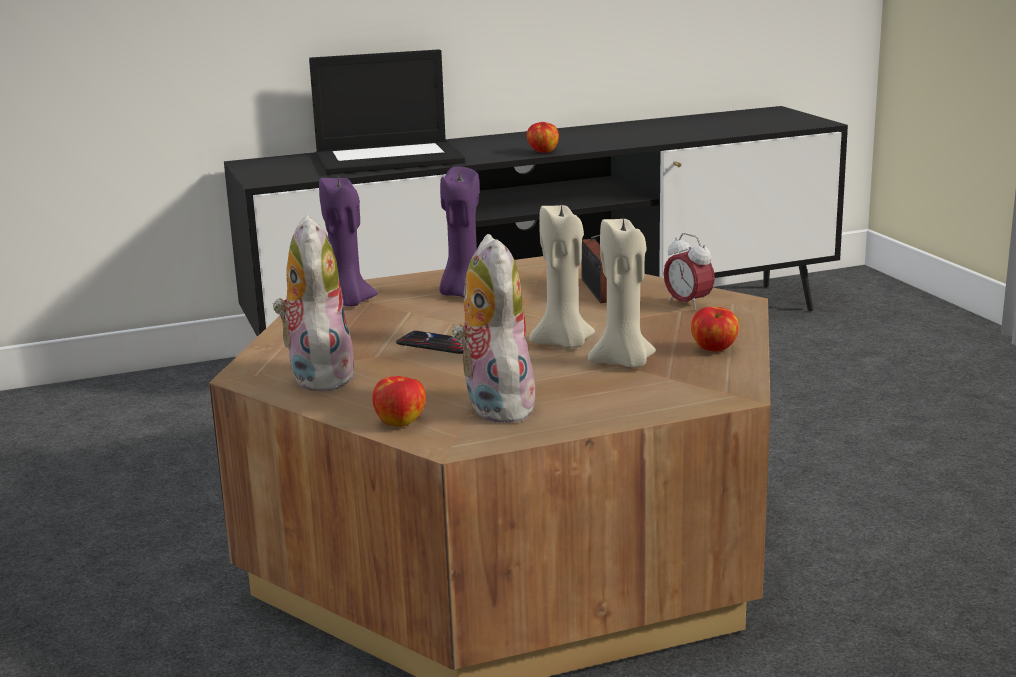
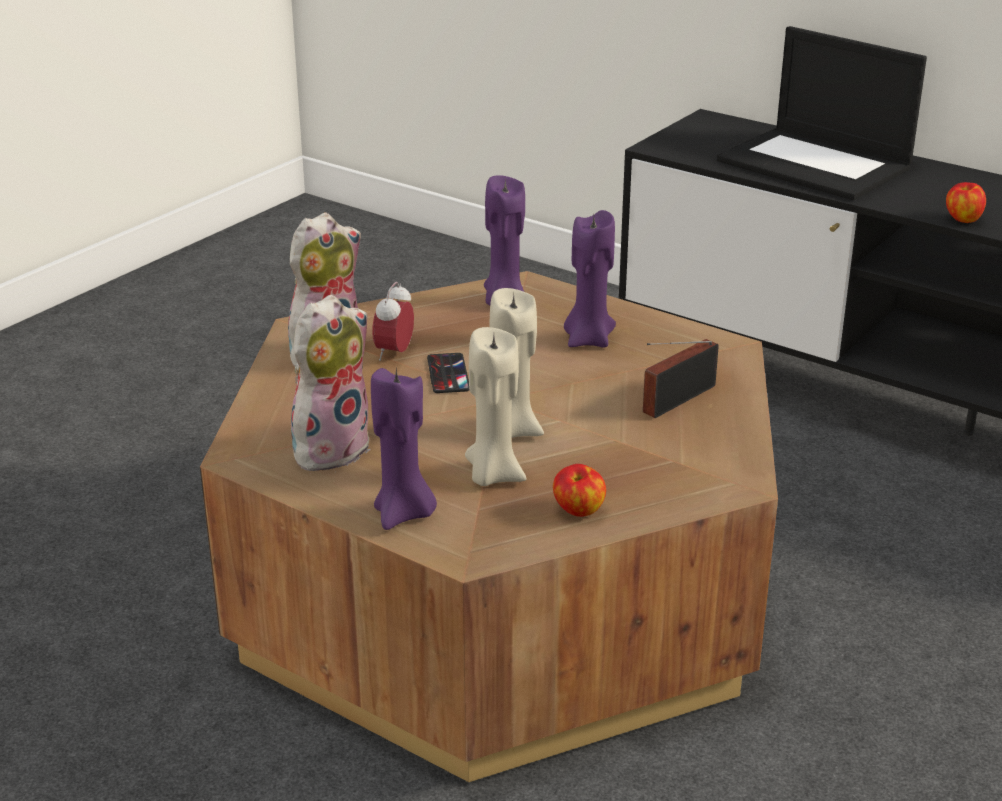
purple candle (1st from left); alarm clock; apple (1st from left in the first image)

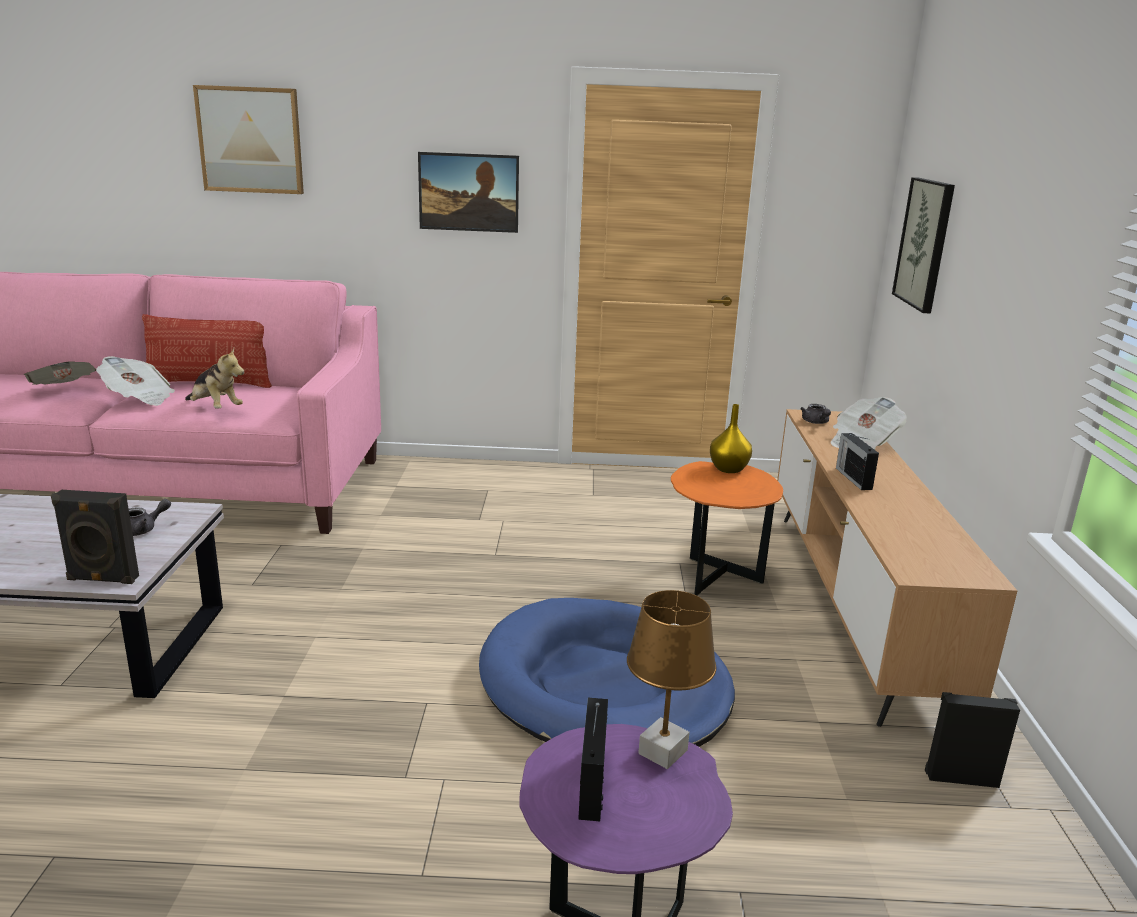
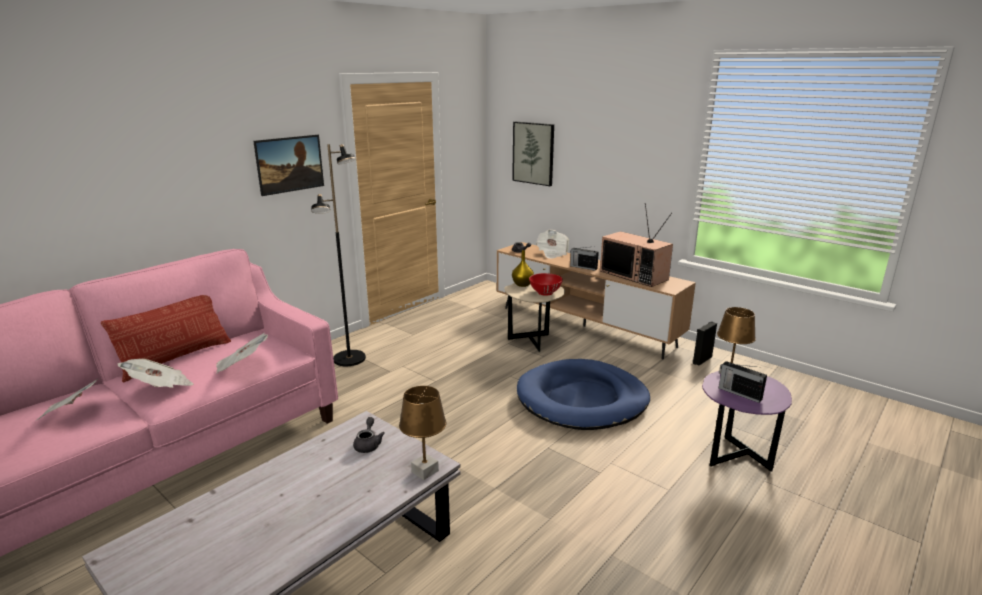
newspaper (3rd from left); black floor lamp; brown table lamp (1st from left); beige side table; red bowl; television; picture (1st from left in the first image)

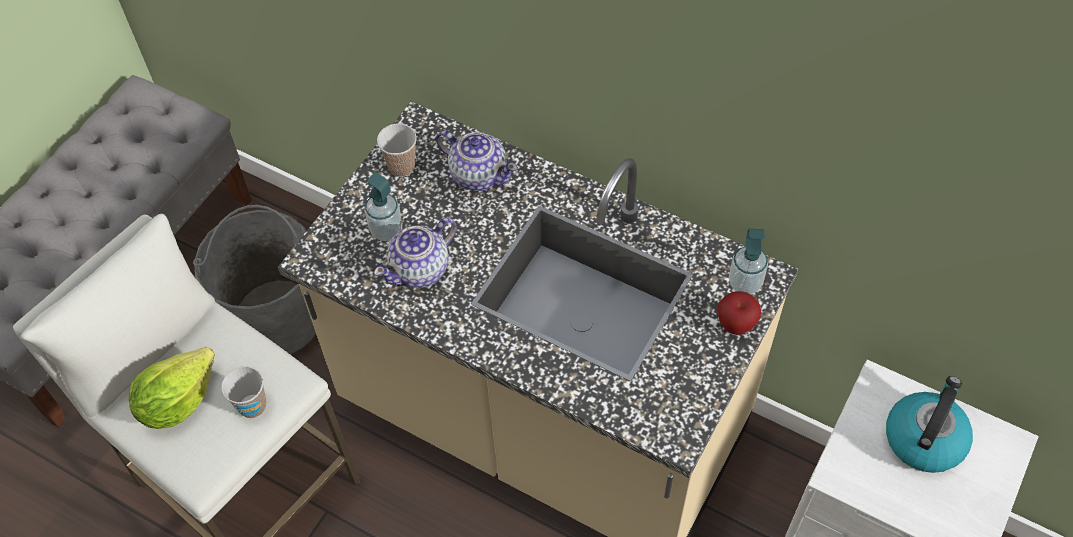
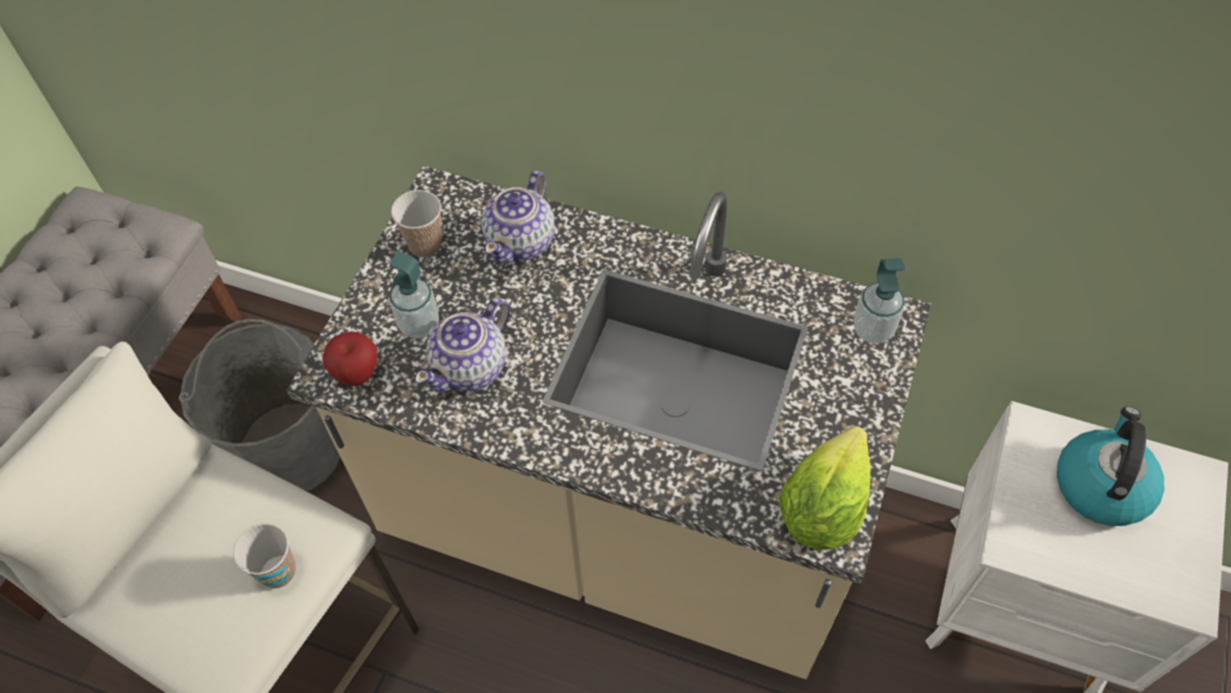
apple; teapot (2nd from left); lettuce

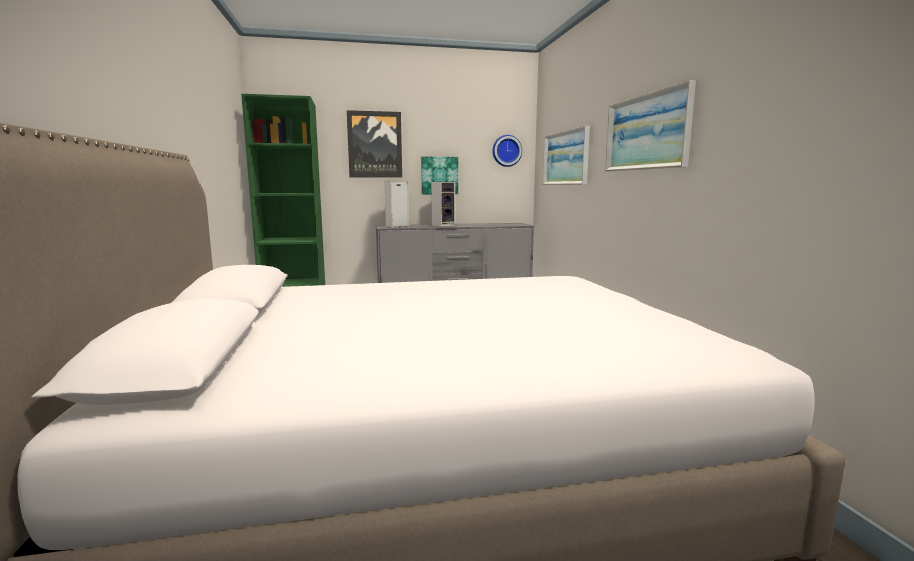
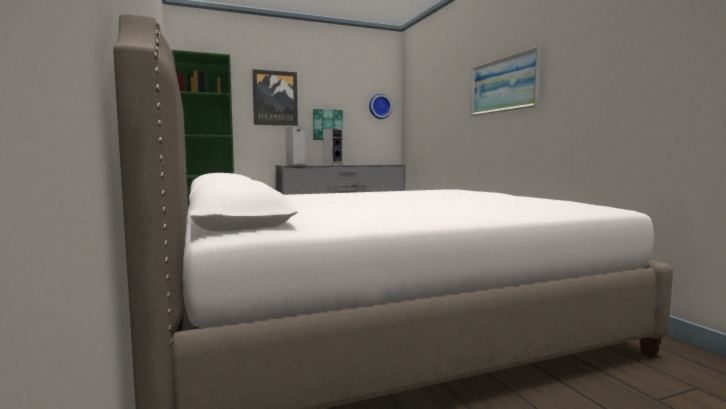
picture (3rd from left in the first image)

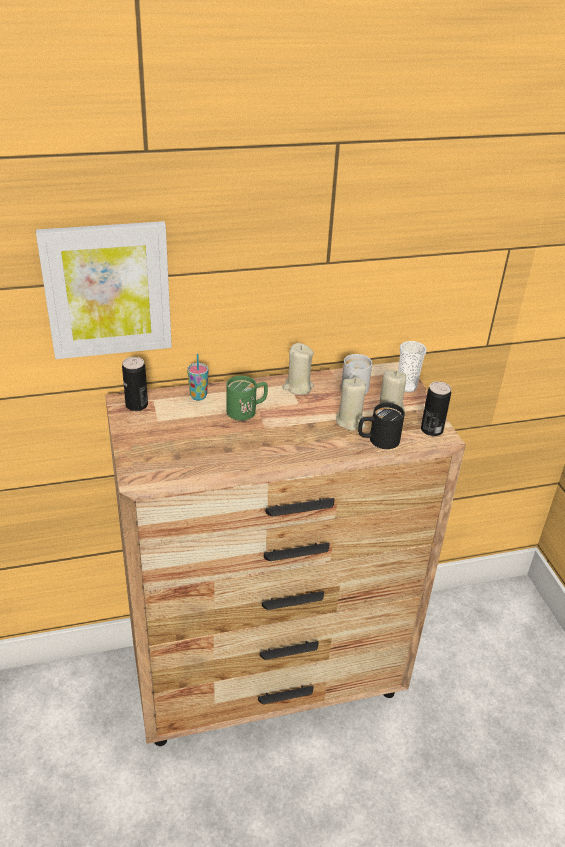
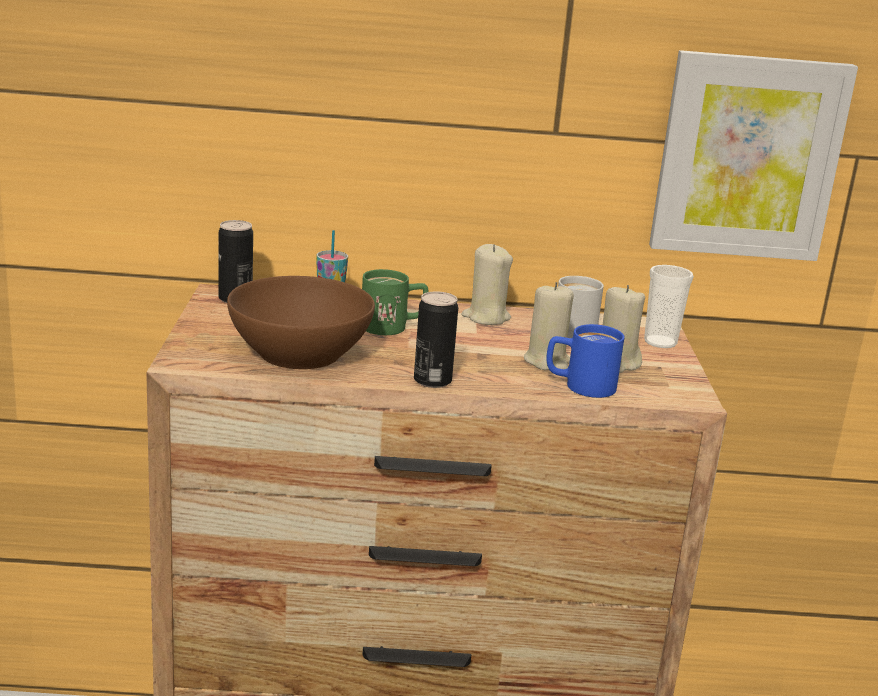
brown bowl; can (2nd from left); blue mug; picture

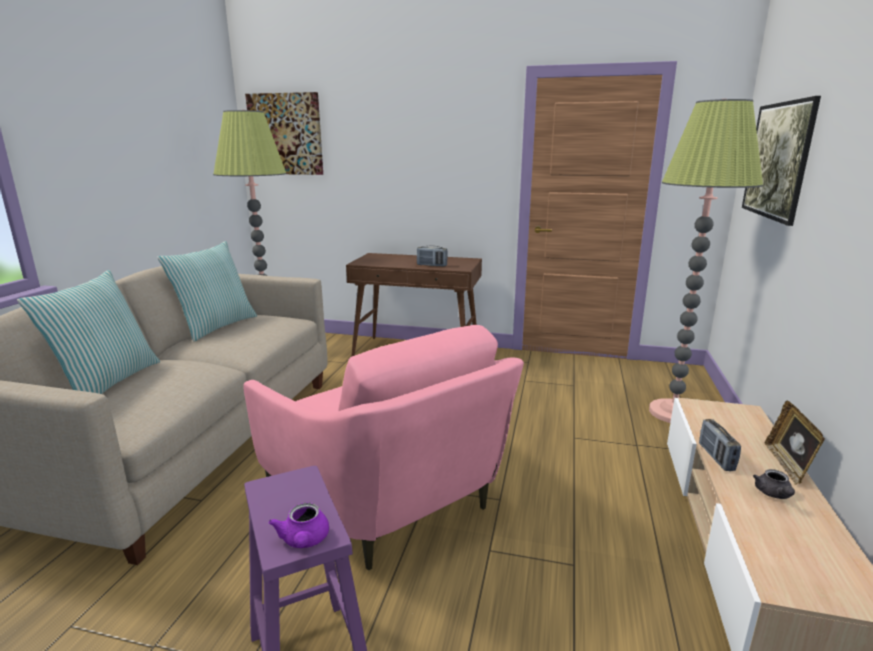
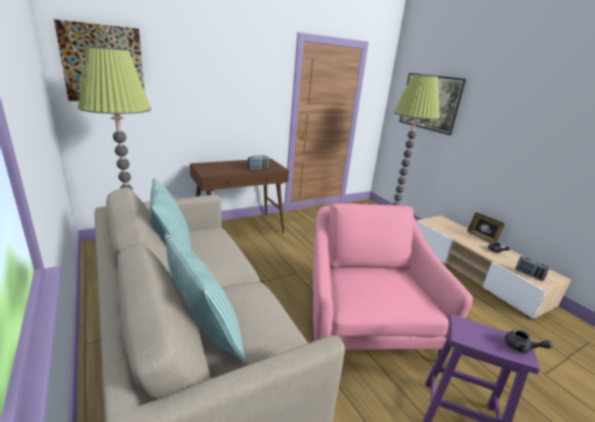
pink armchair; grey teapot (2nd from left); radio (2nd from left)

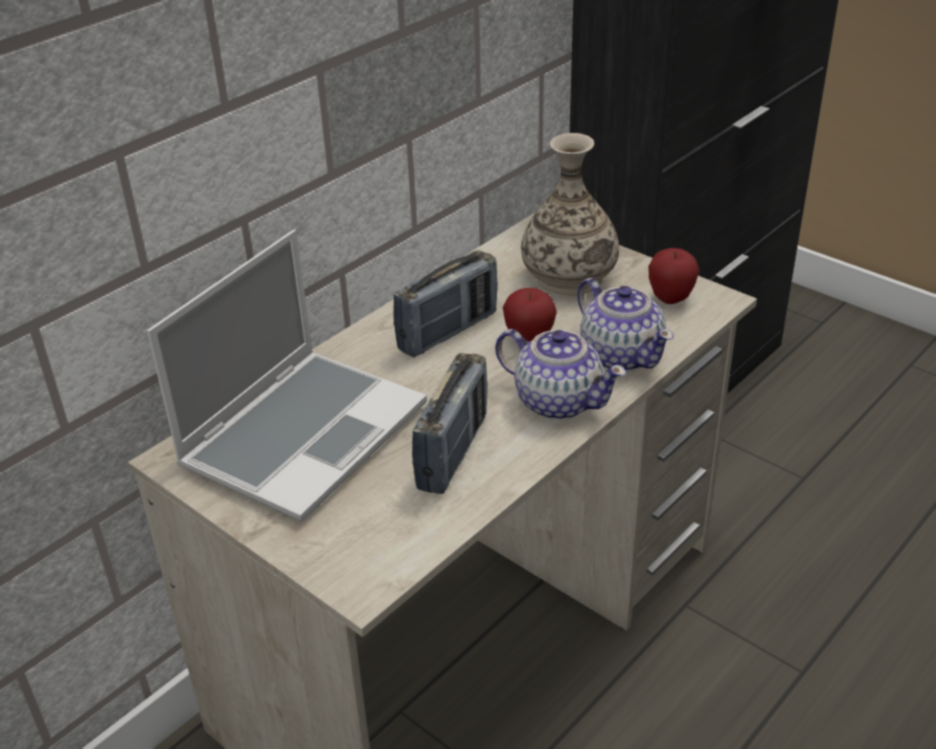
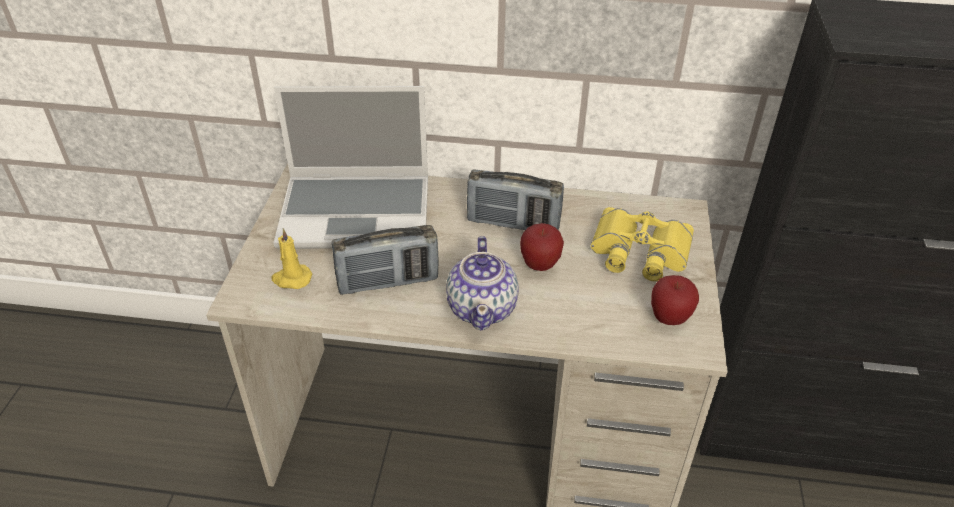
yellow candle; yellow binoculars; teapot (2nd from left in the first image)

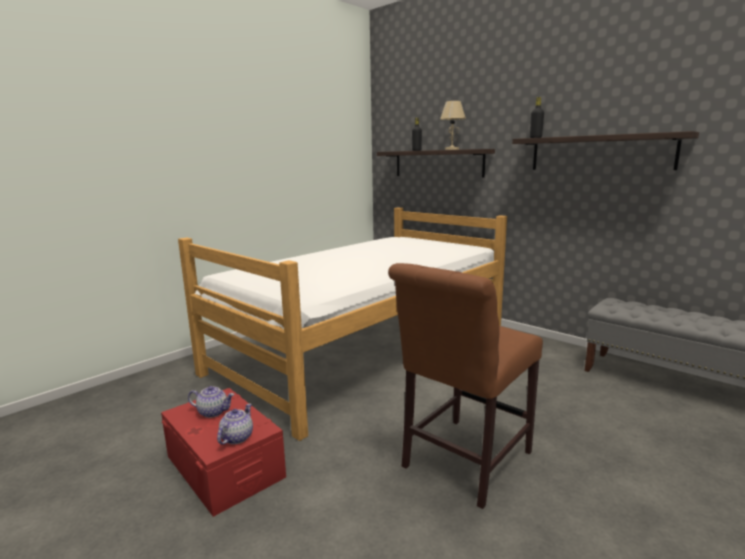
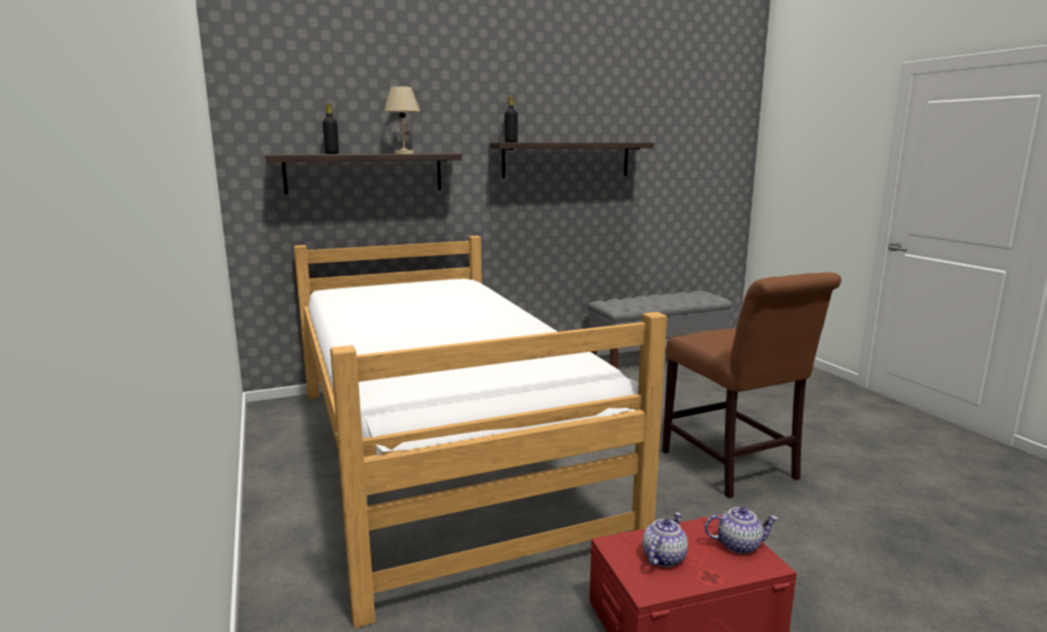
teapot (2nd from left)

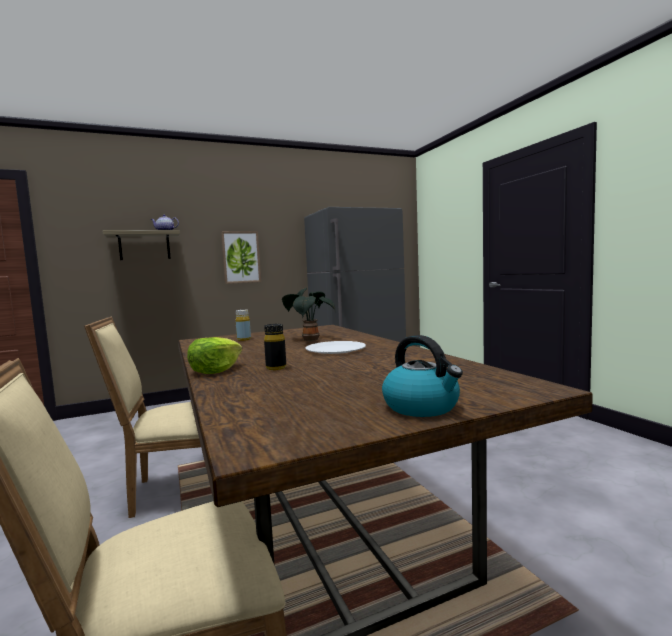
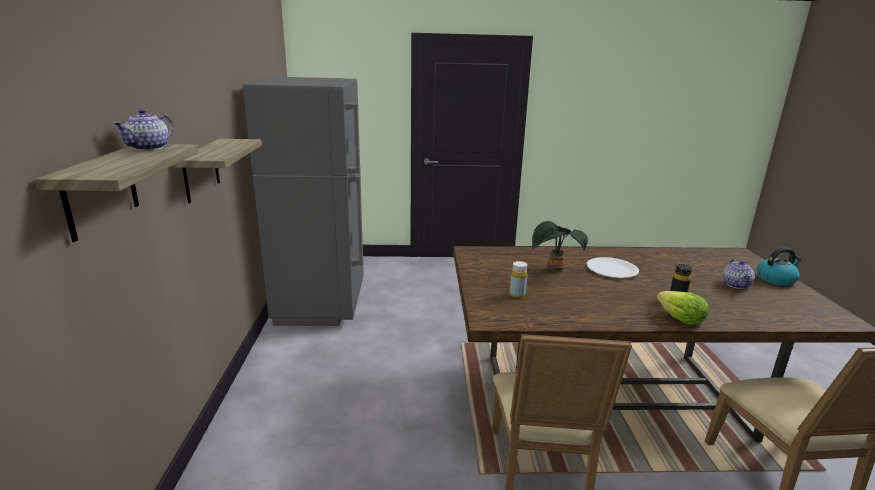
shelf (2nd from left); teapot (2nd from left)

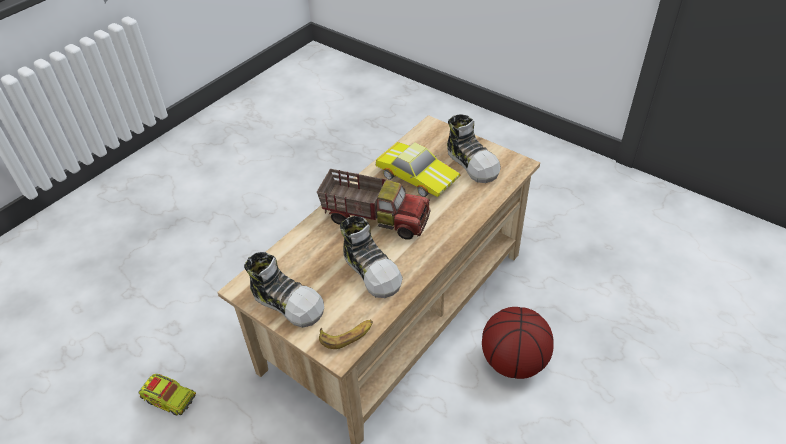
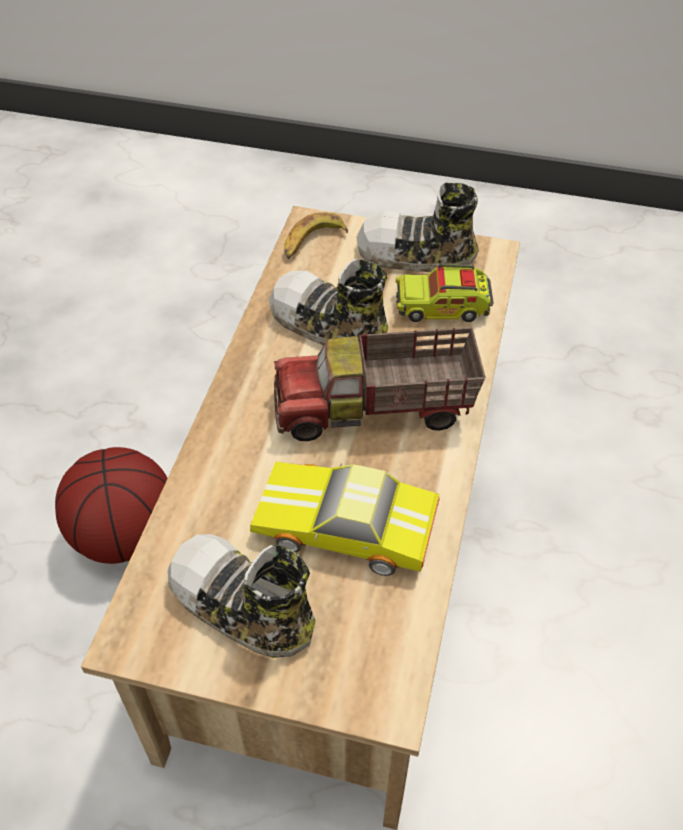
toy truck (2nd from left)

